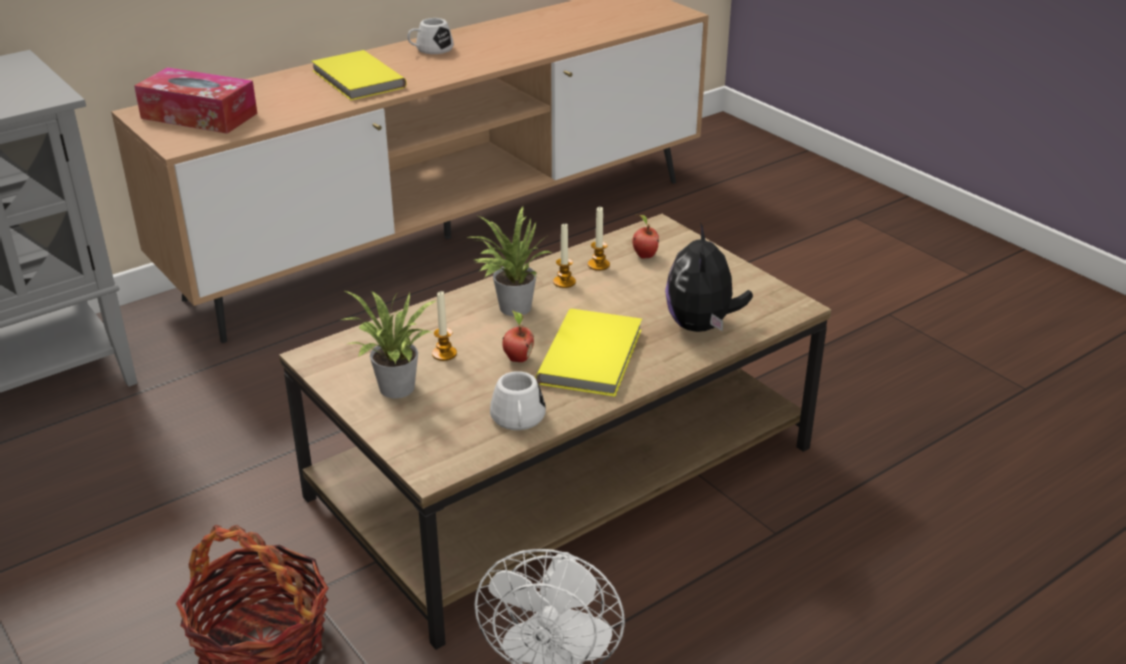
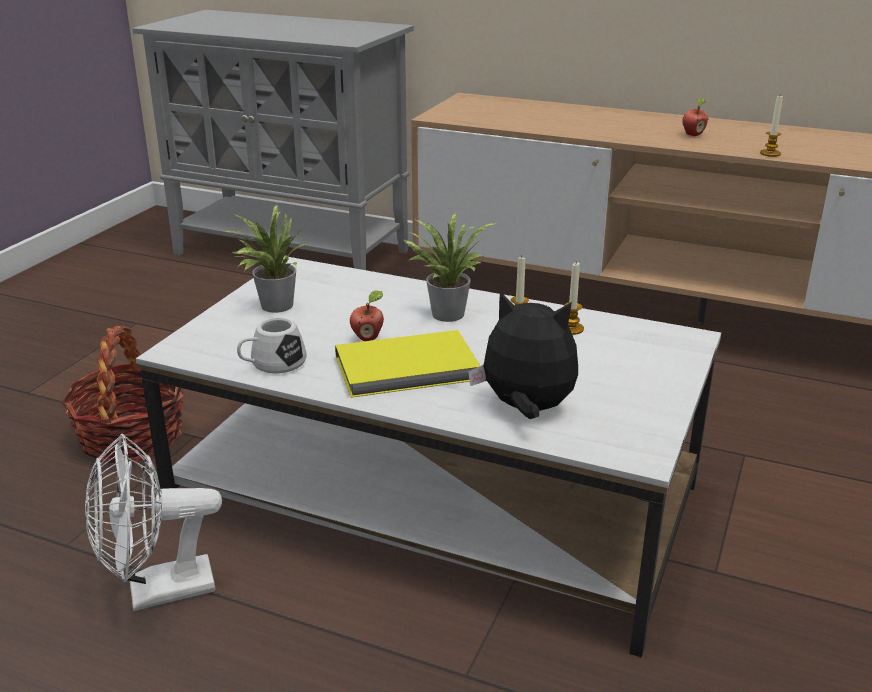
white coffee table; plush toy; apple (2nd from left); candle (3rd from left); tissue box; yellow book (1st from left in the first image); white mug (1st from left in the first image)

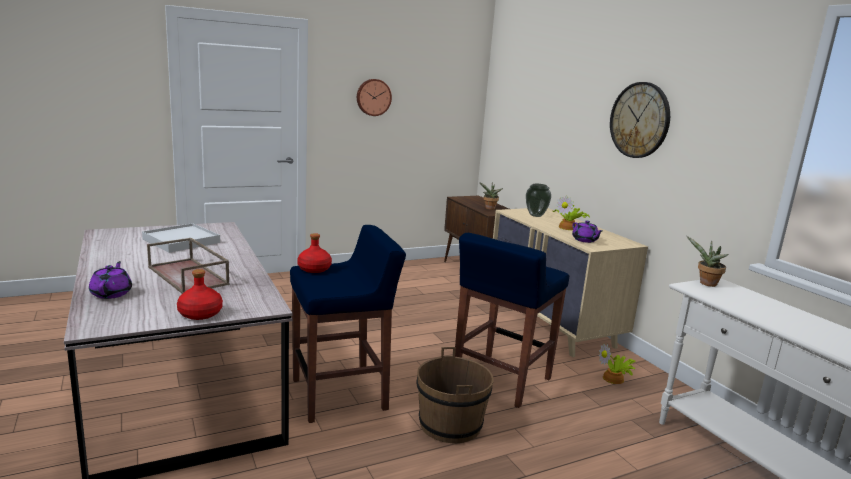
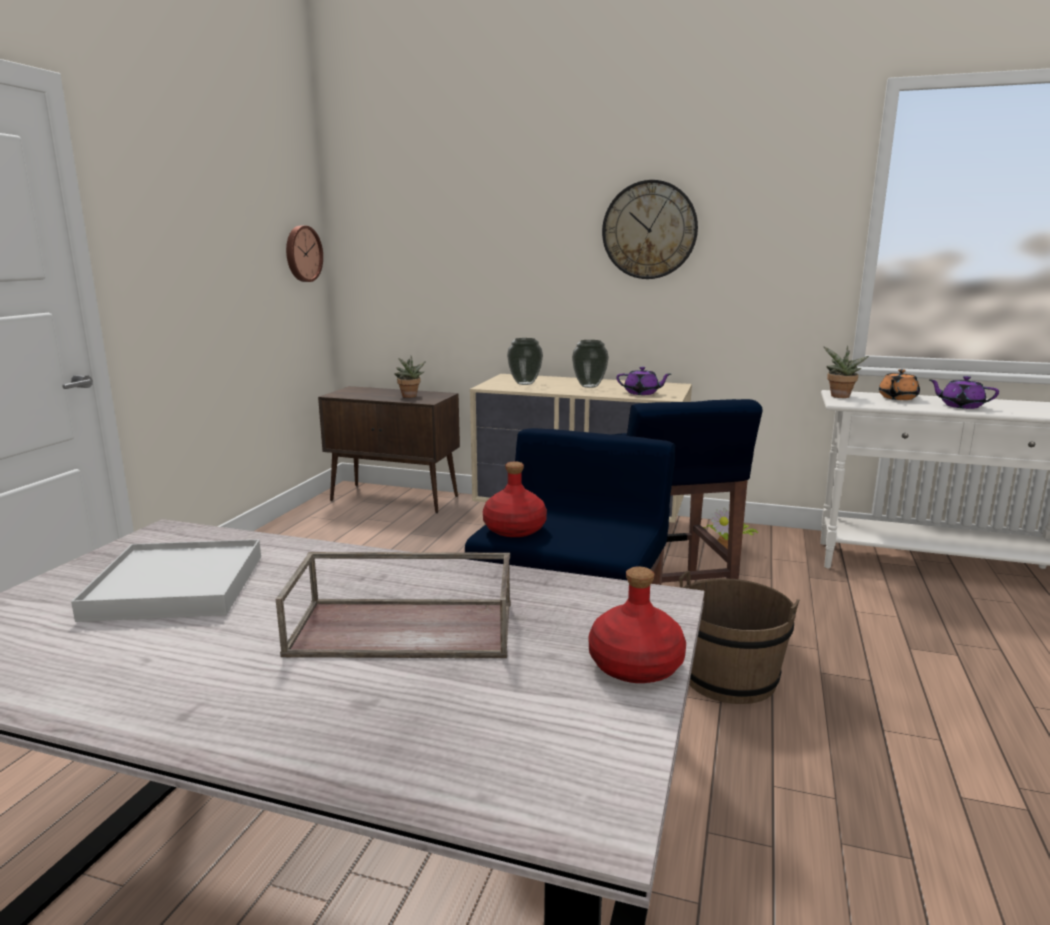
wall clock (1st from left); vase (2nd from left); orange teapot; purple teapot (2nd from left)

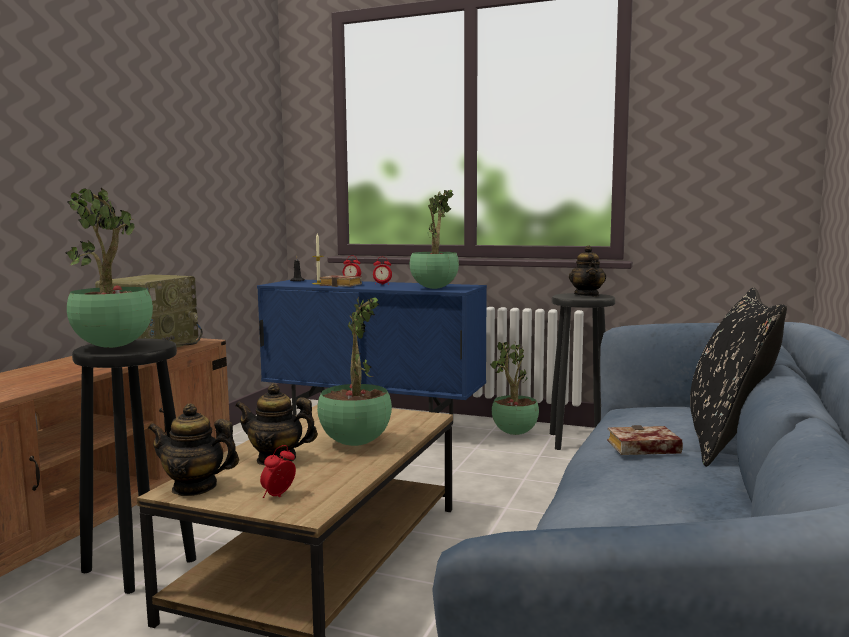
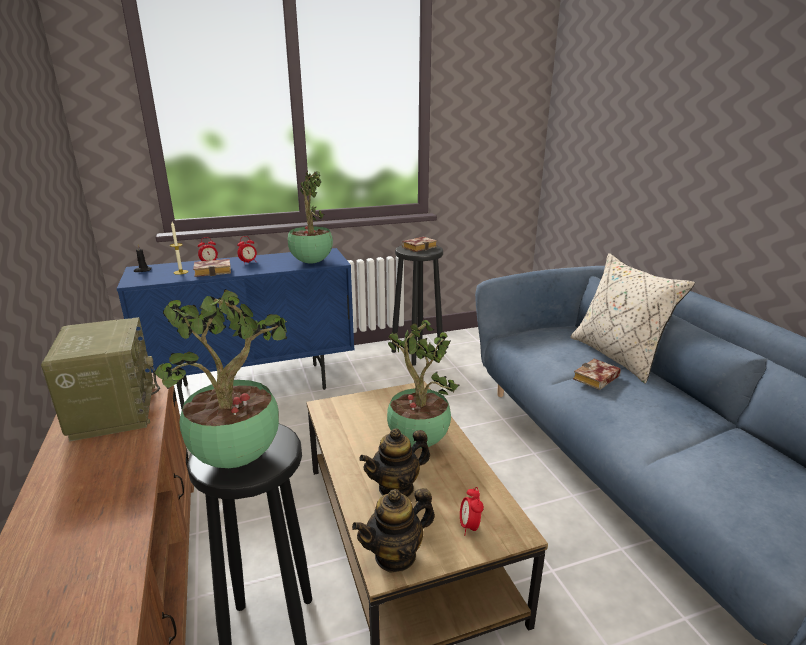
book (2nd from left); beige pillow; potted plant (4th from left in the first image)

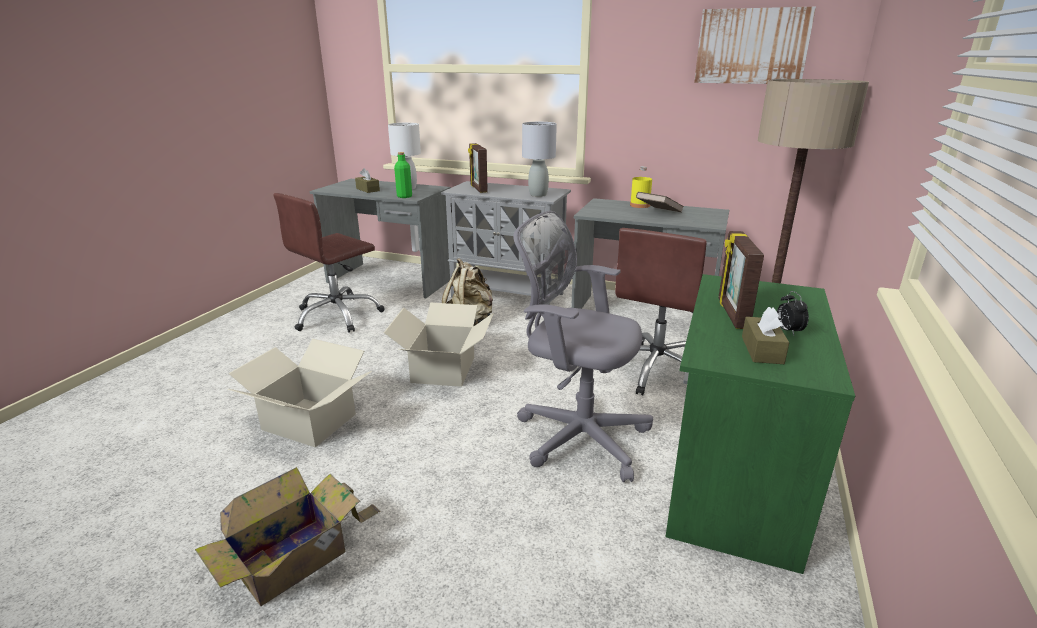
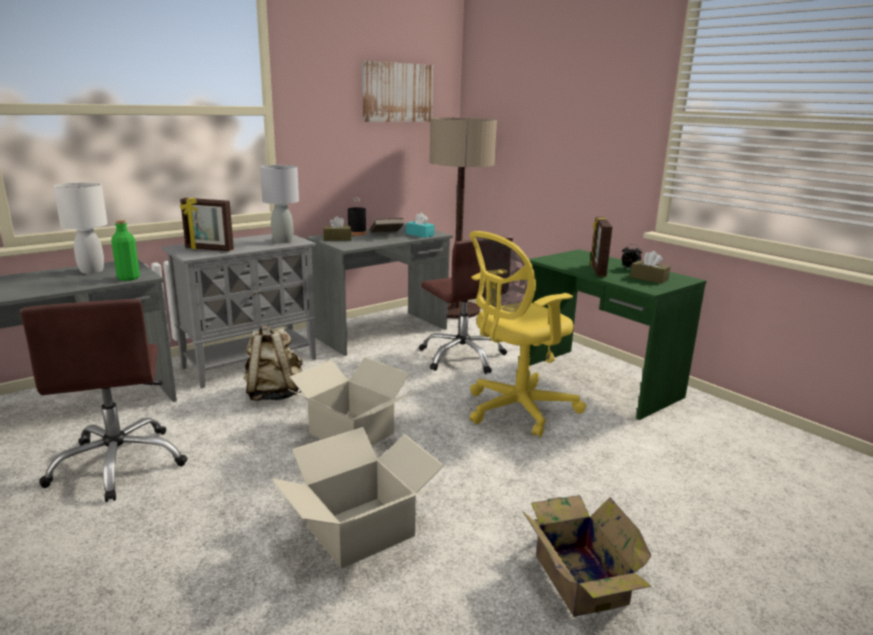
brown tissue box (1st from left); black bottle; turquoise tissue box; yellow office chair; picture frame (2nd from left)

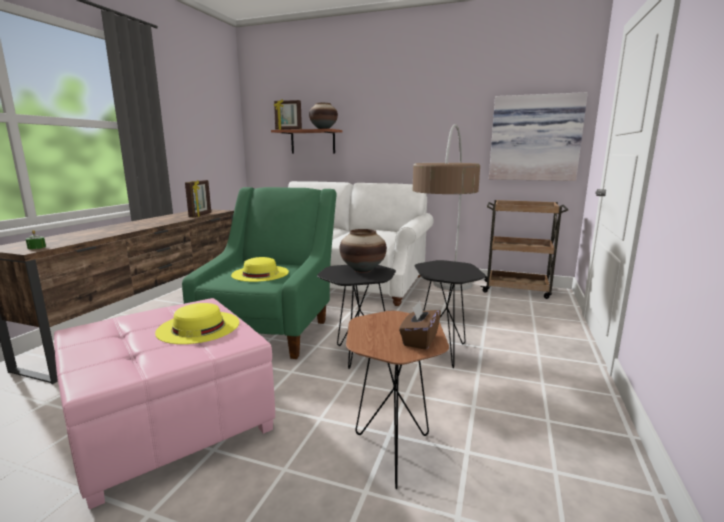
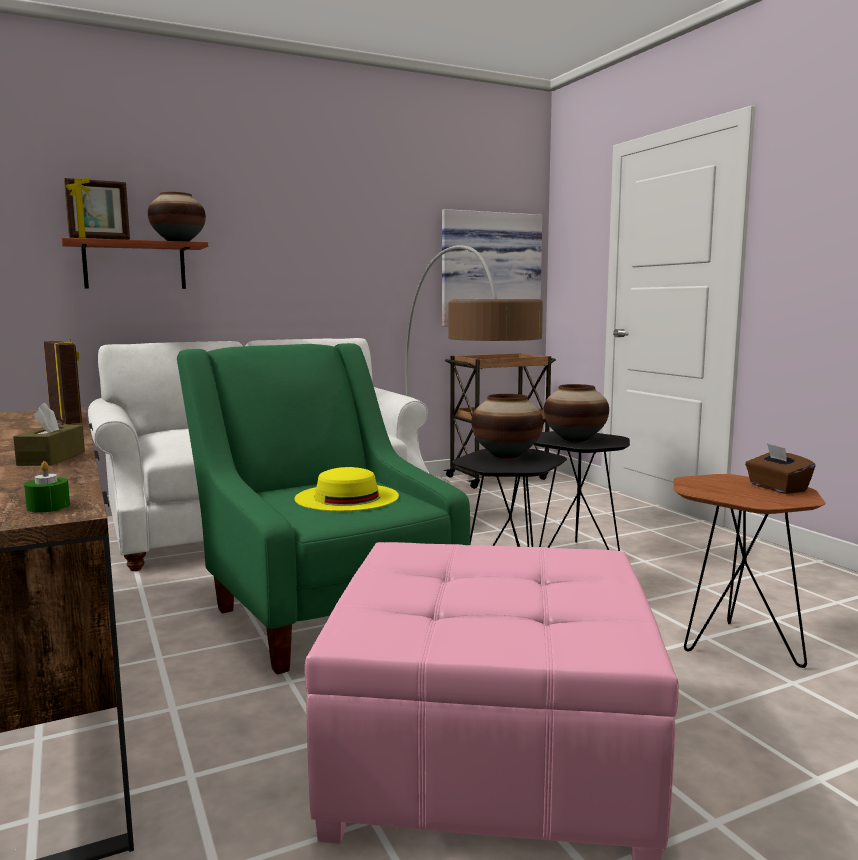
brown tissue box (1st from left); vase (3rd from left); yellow hat (1st from left in the first image)

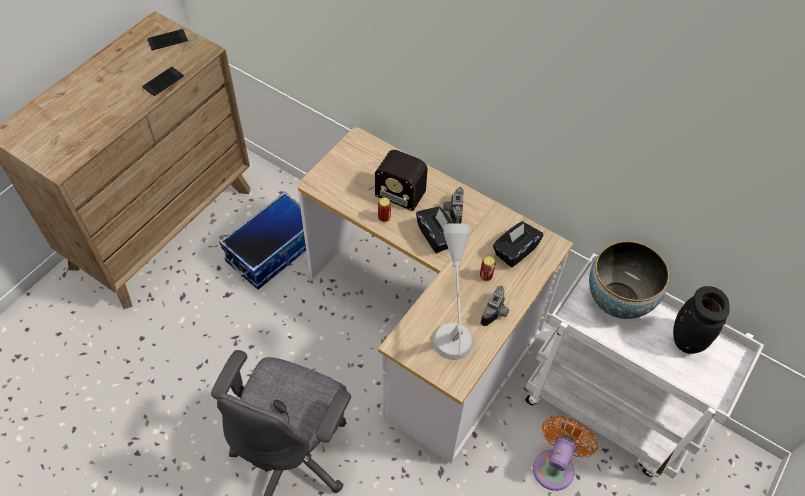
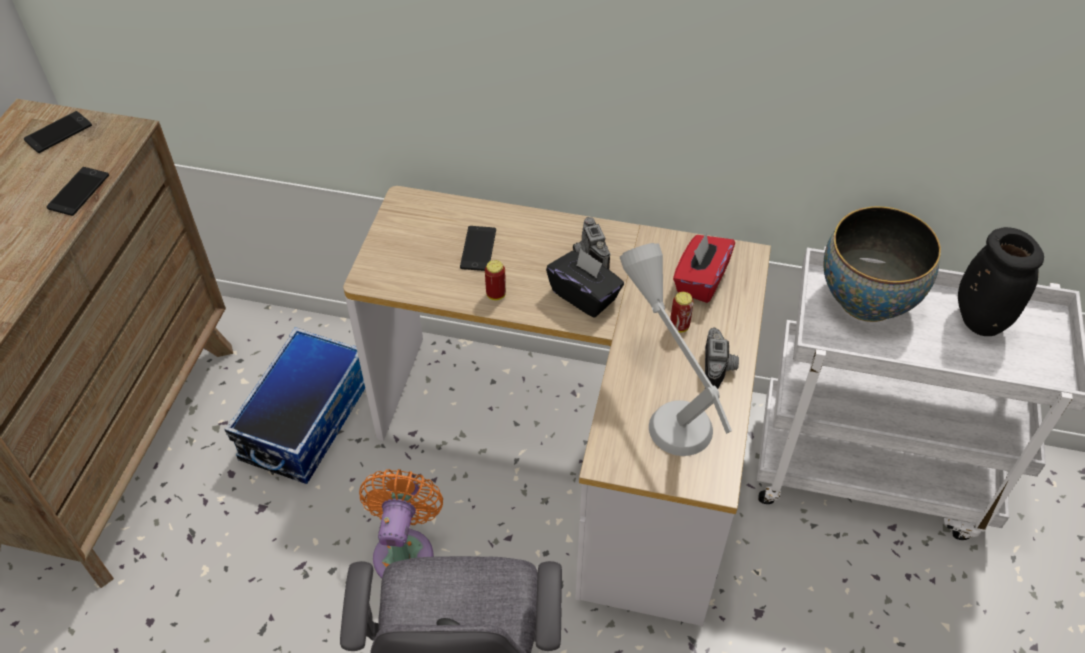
orange fan; phone (3rd from left); red tissue box

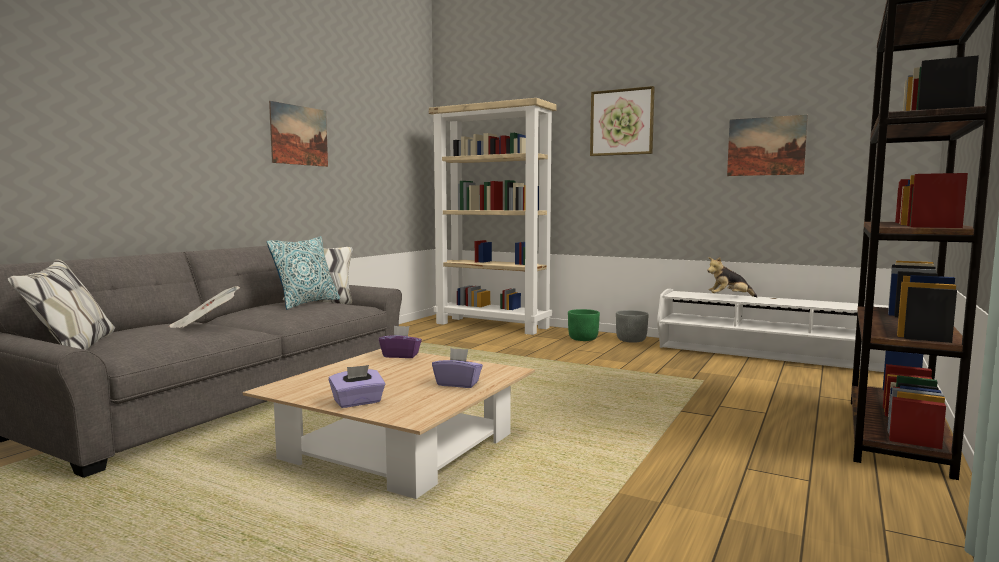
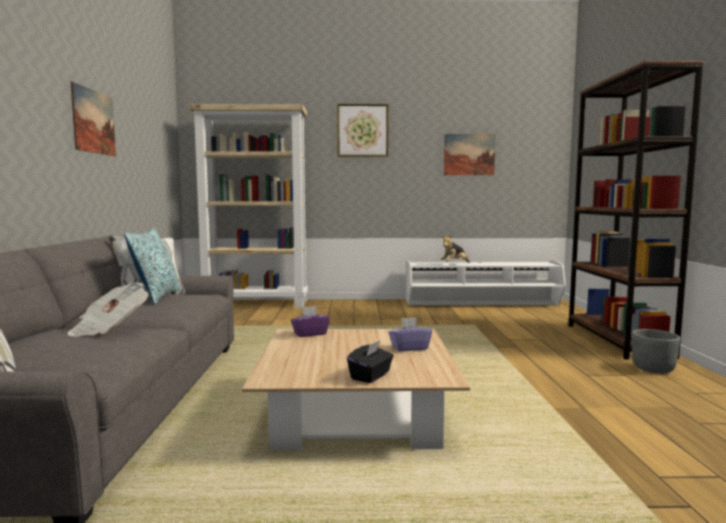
black tissue box; grey planter; green planter

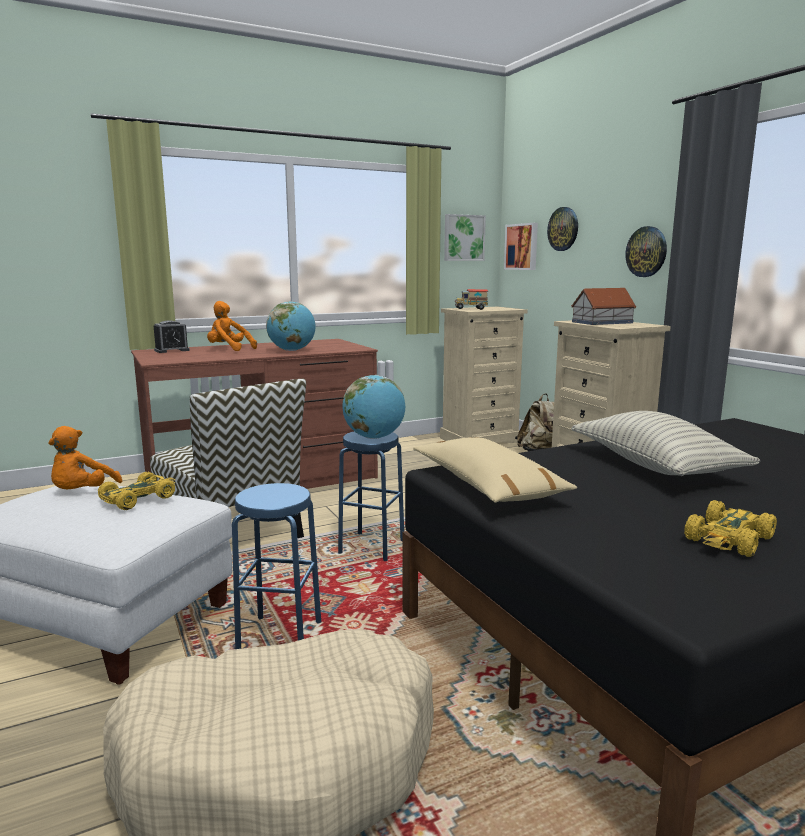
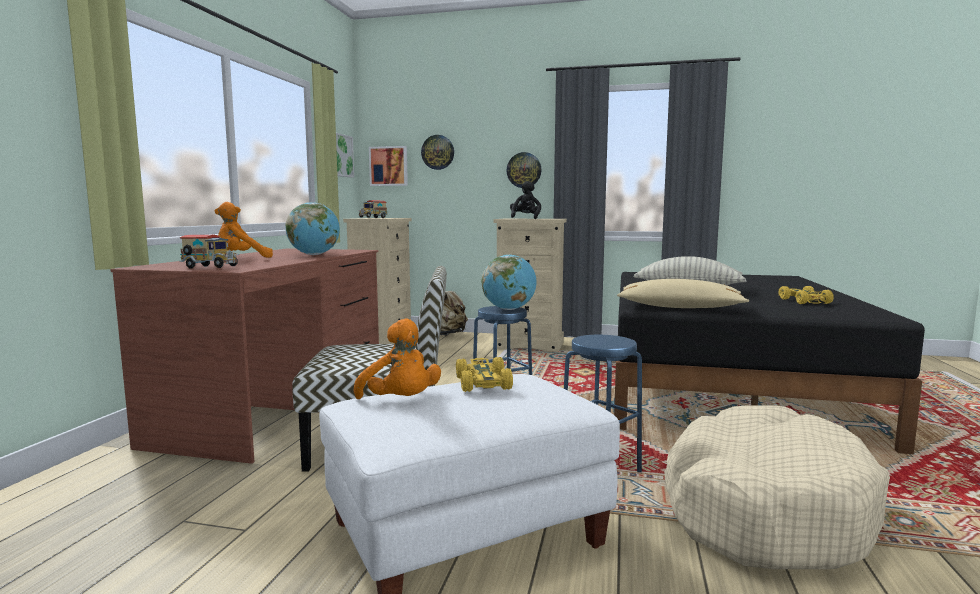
toy truck (1st from left); black plush toy; alarm clock

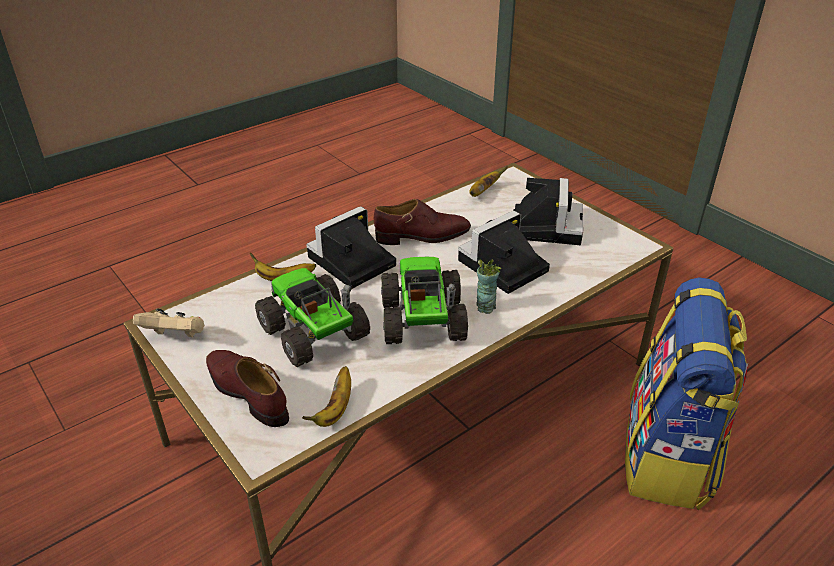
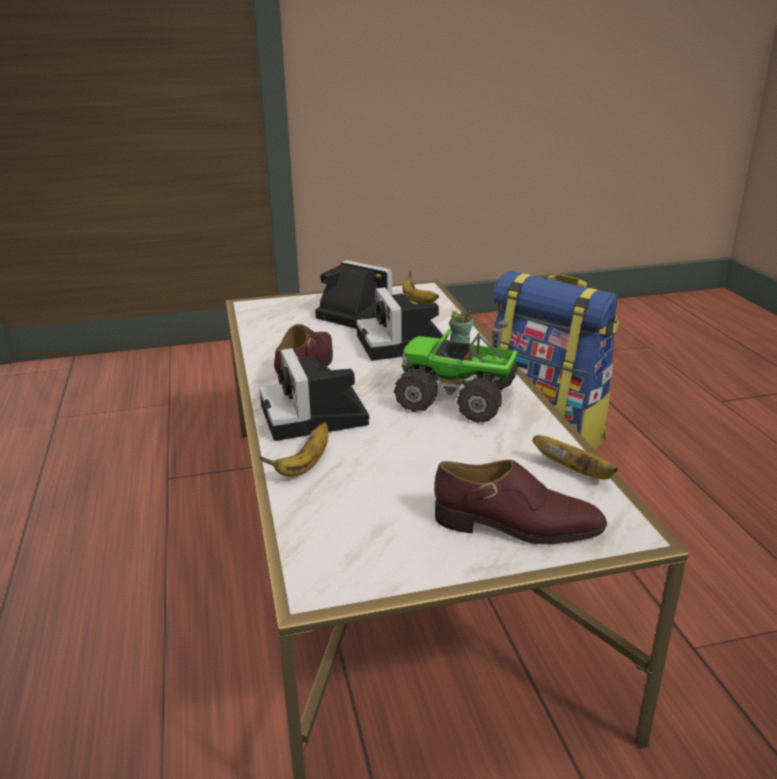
banana (2nd from left); brown shoe (2nd from left); beige game controller; toy truck (1st from left in the first image)

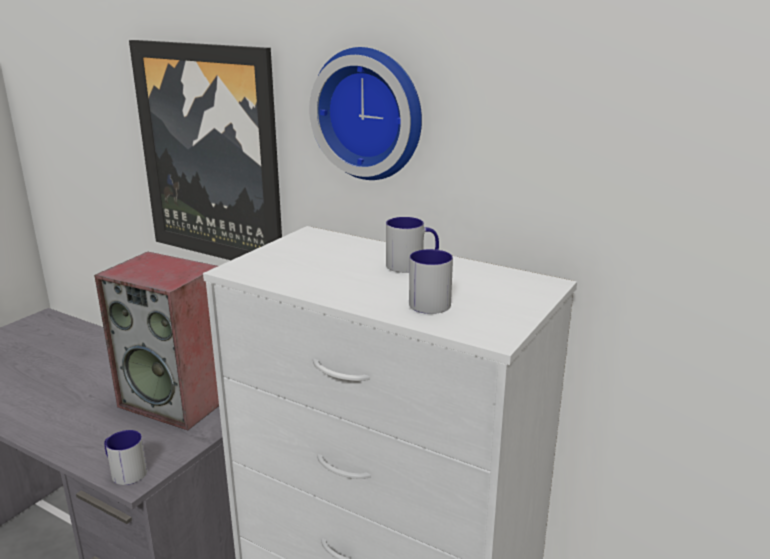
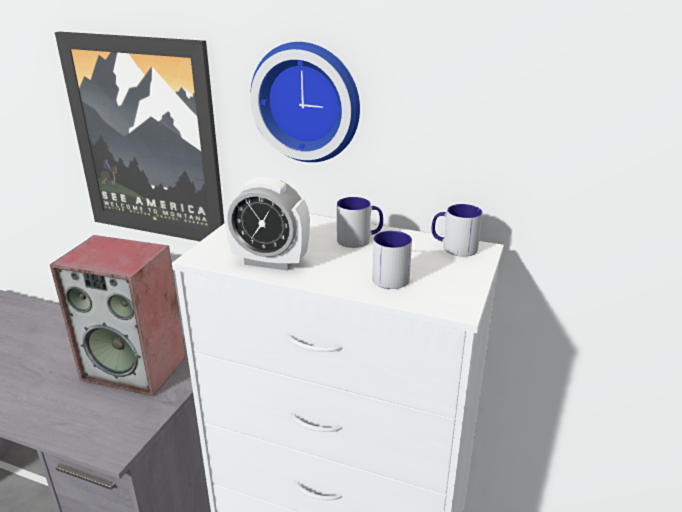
alarm clock; mug (3rd from left)

